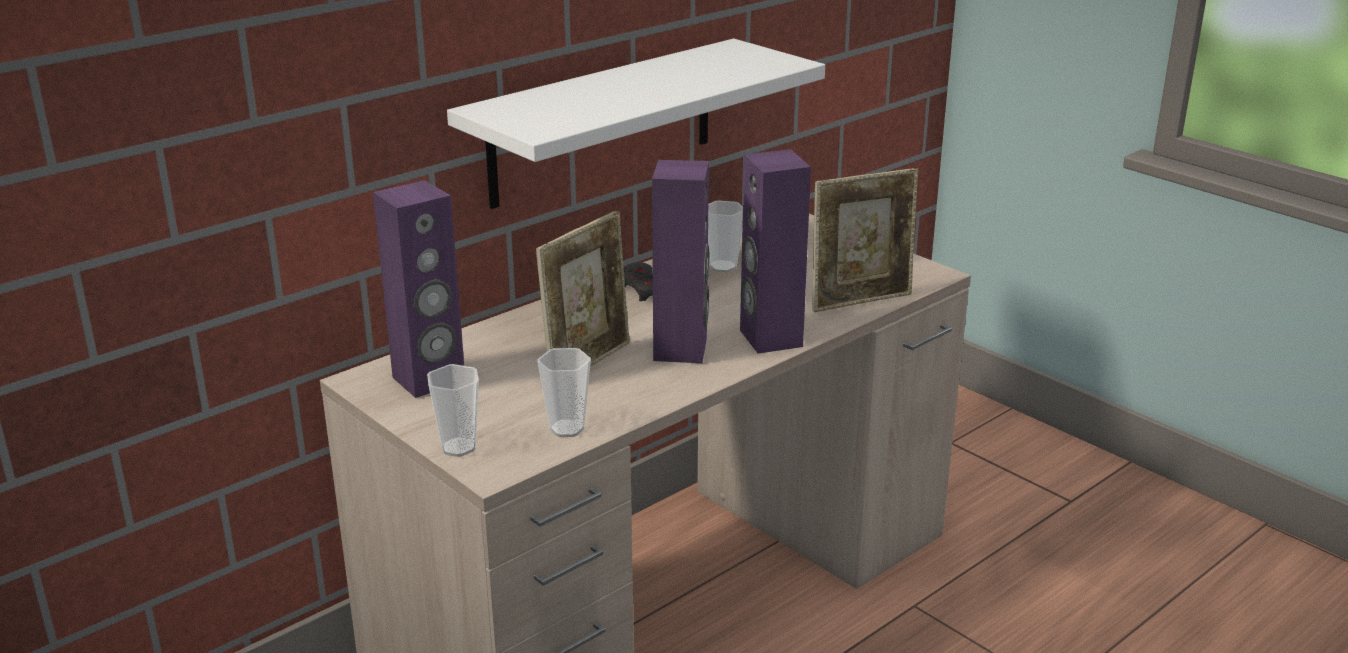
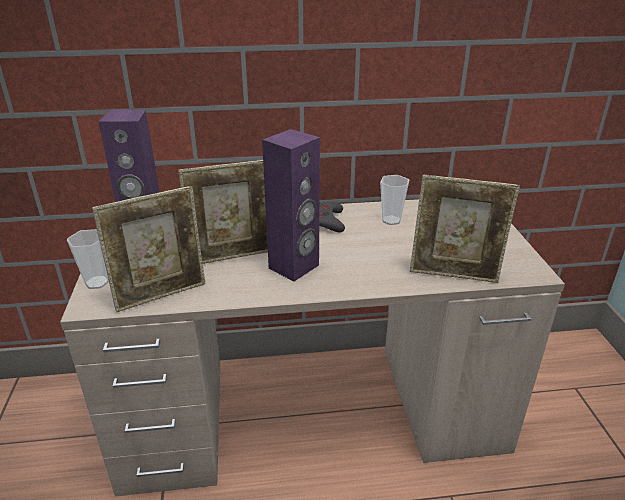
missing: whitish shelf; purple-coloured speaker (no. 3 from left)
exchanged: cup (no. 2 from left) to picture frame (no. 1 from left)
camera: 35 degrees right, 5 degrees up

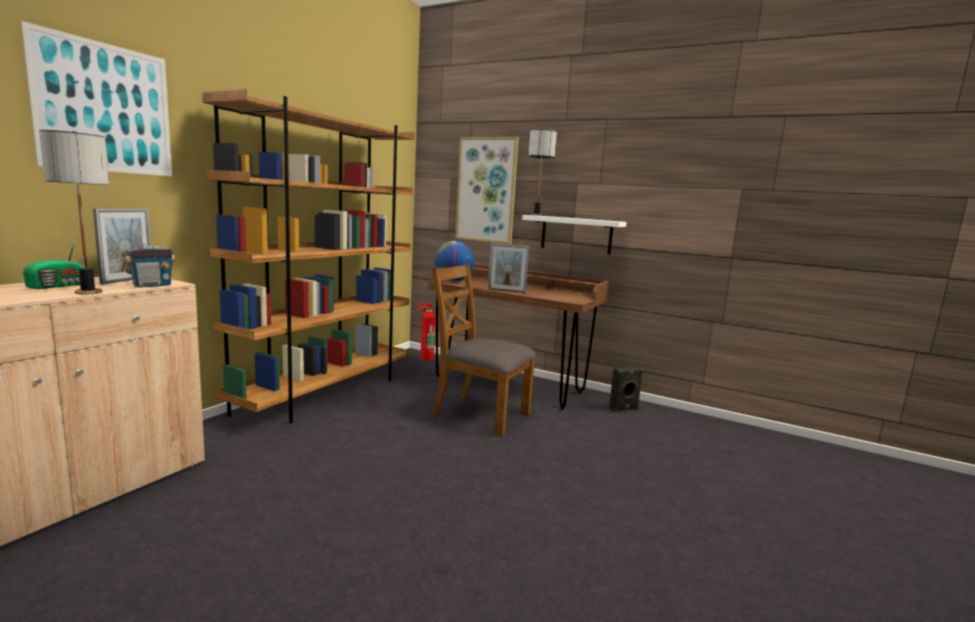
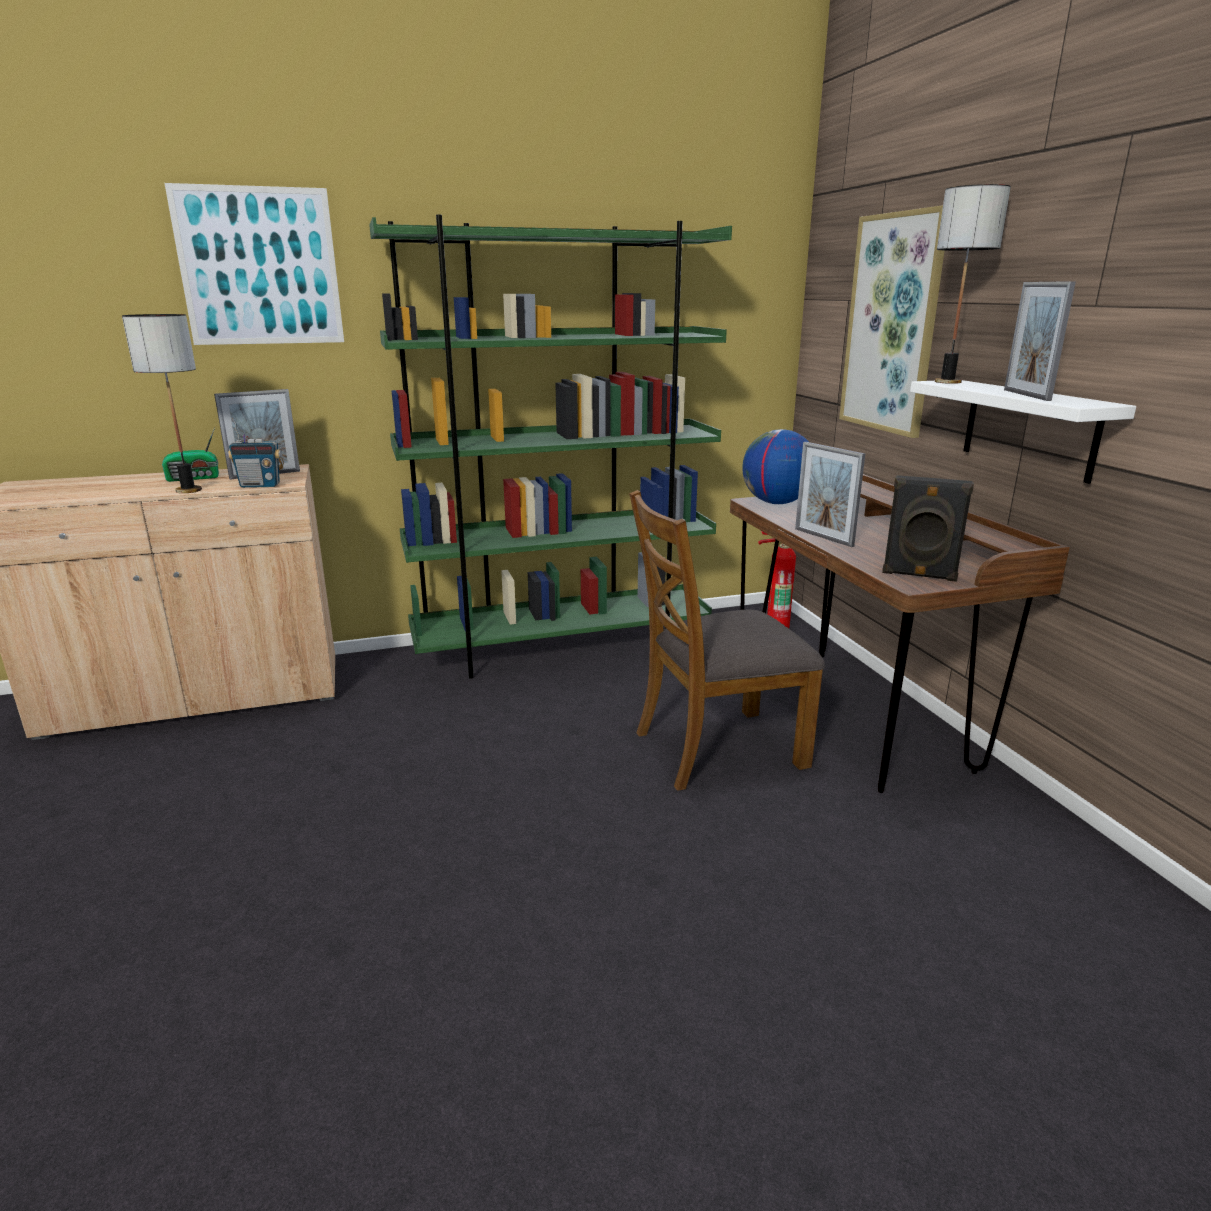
appeared: picture frame (no. 3 from left)
relocated: black speaker
colour: brown-coloured bookcase to green bookcase
spun: brown-coloured upright chair 90 degrees counterclockwise
camera: 45 degrees right, 10 degrees up

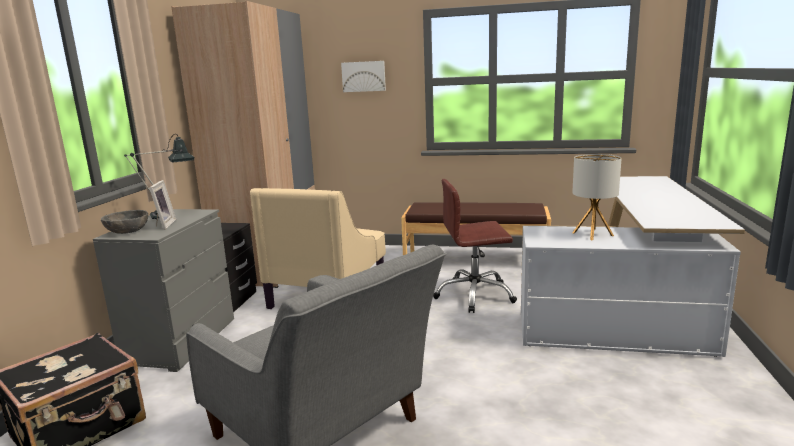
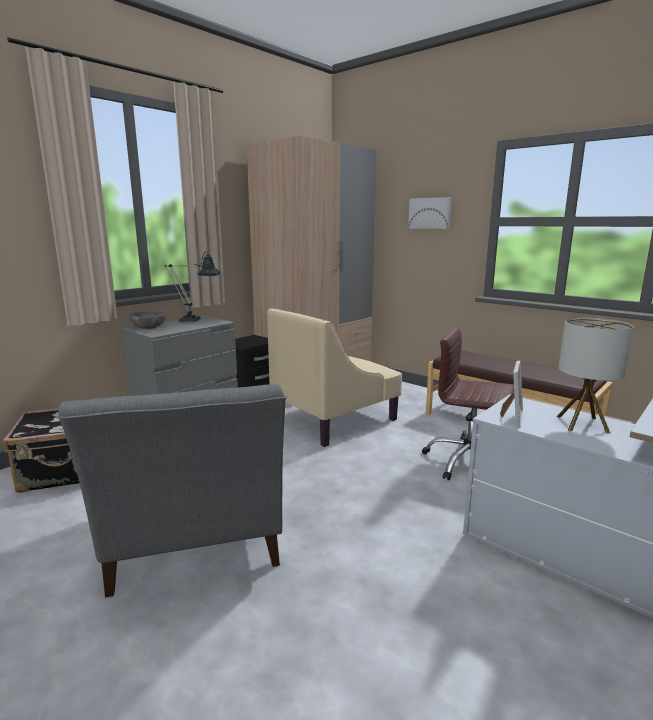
relocated: picture frame
camera: 30 degrees right, 0 degrees up

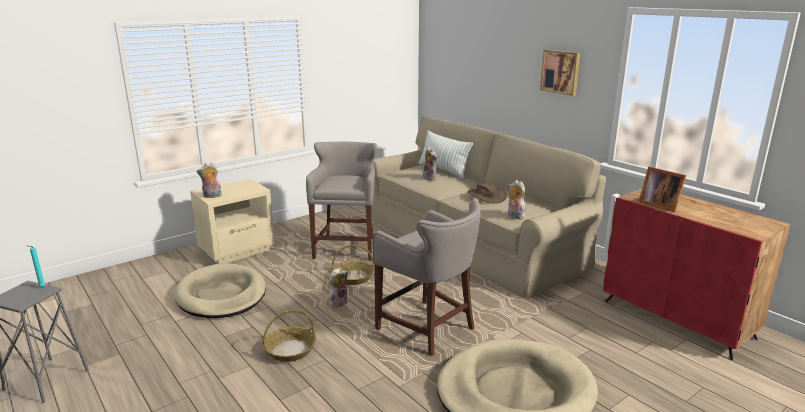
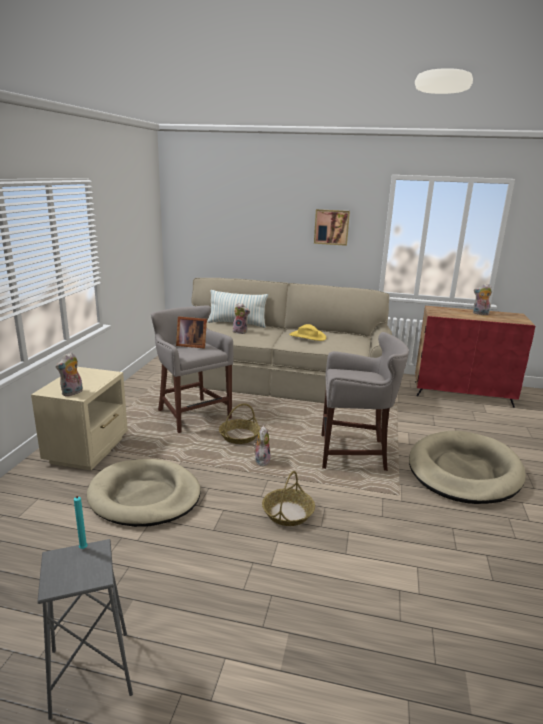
relocated: picture frame; soft toy (no. 4 from left)
colour: brown-coloured wearable hat to yellowish wearable hat
camera: 40 degrees left, 0 degrees up

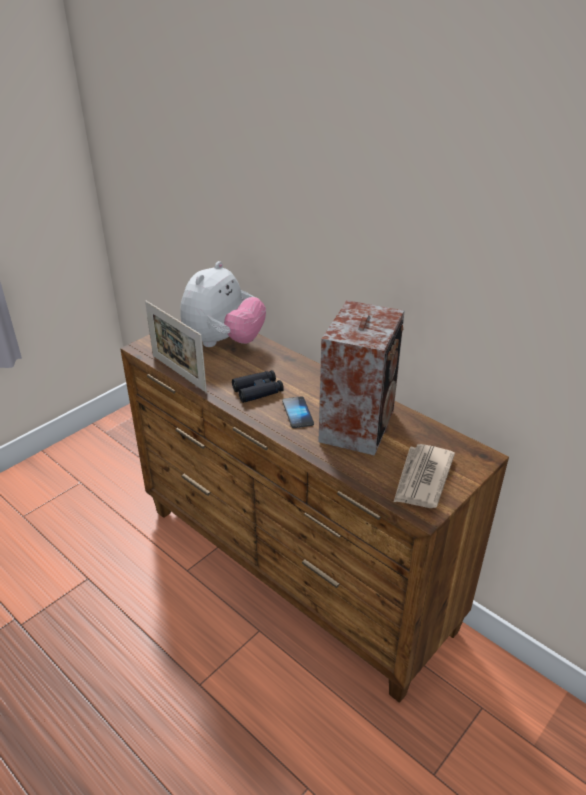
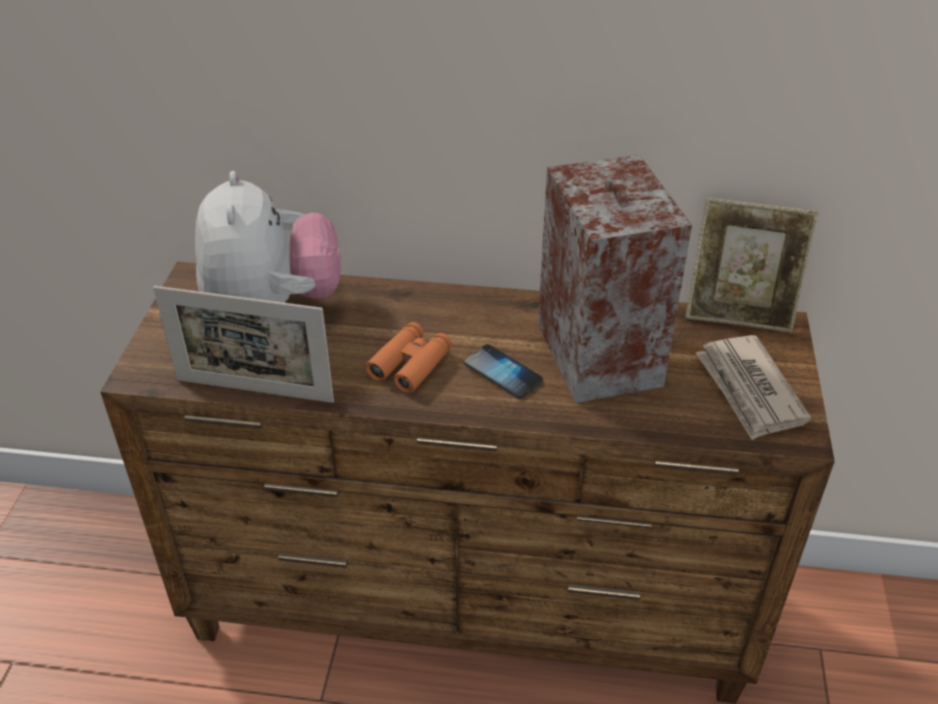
appeared: picture frame (no. 2 from left)
colour: black binoculars to orange binoculars
camera: 35 degrees left, 5 degrees up

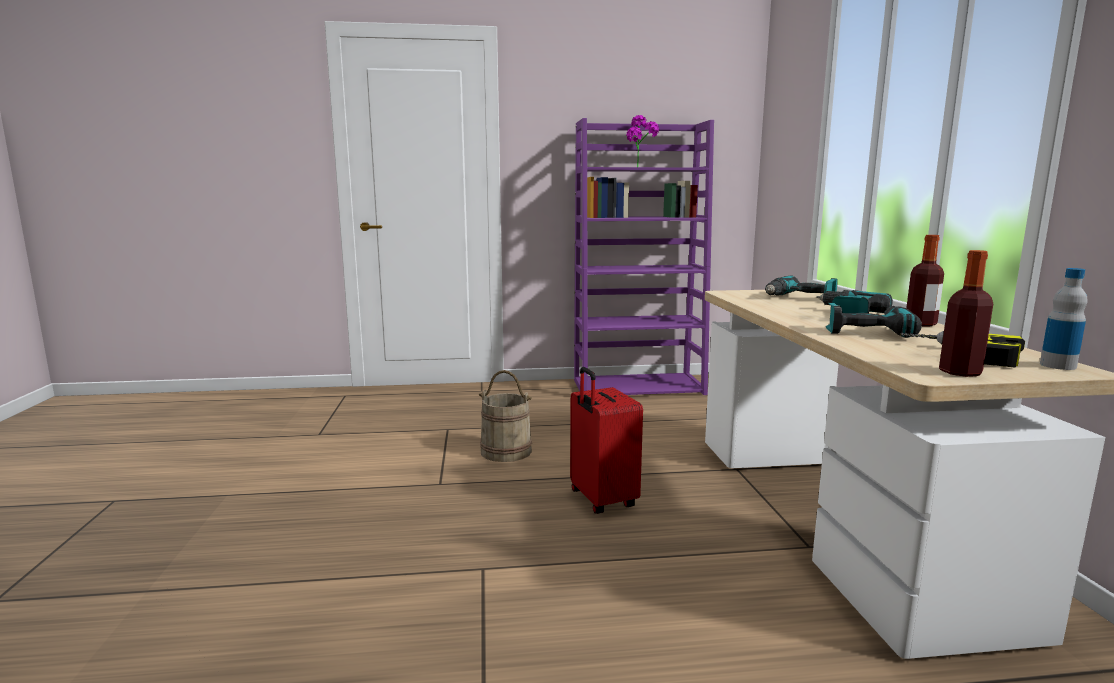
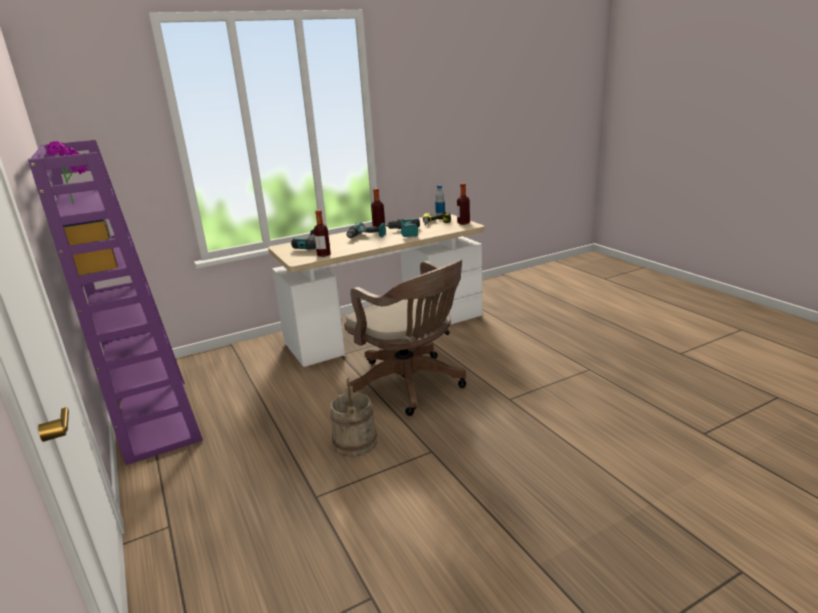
appeared: drink bottle (no. 1 from left)
exchanged: red piece of luggage to brown-coloured office chair
camera: 110 degrees left, 10 degrees up

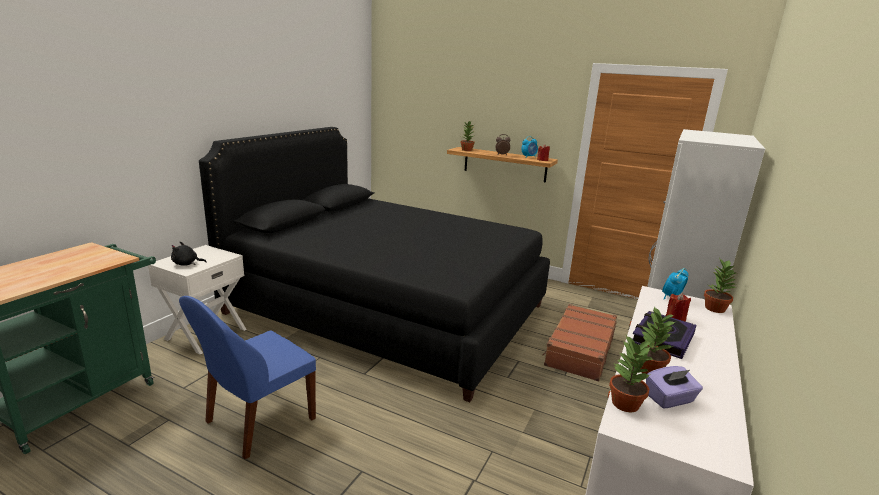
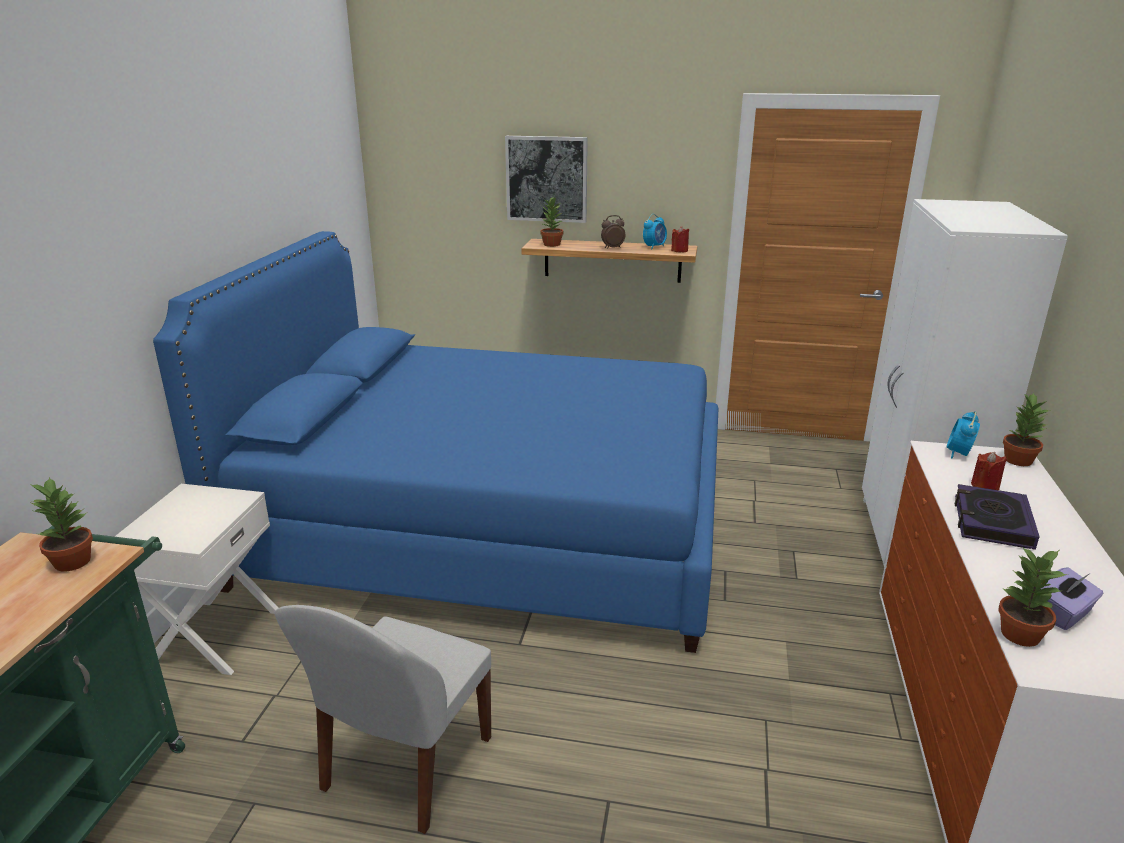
missing: black soft toy; brown-coloured piece of luggage
appeared: wall picture
relocated: plant in a pot (no. 3 from left in the first image) to plant in a pot (no. 1 from left)
colour: black sleeping bed to bluish sleeping bed; bluish upright chair to whitish upright chair
camera: 15 degrees left, 5 degrees up

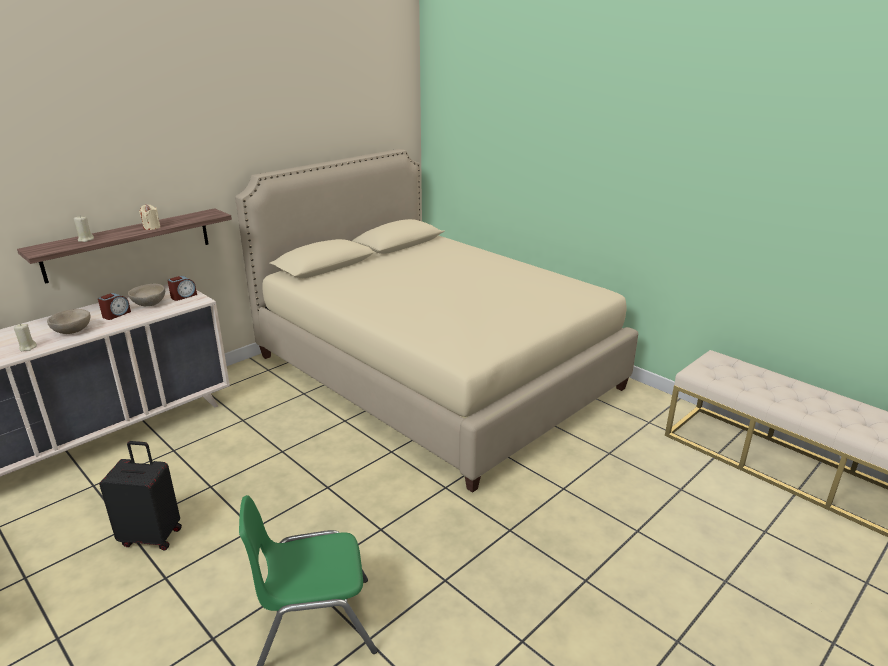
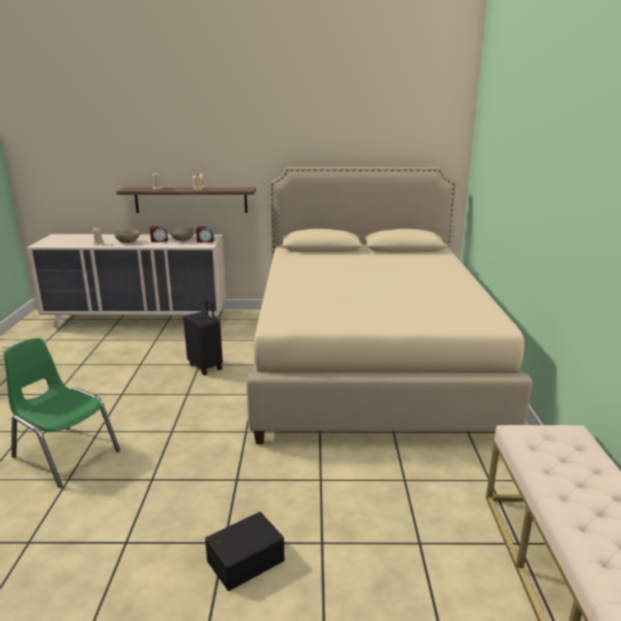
appeared: black storage bin
relocated: black piece of luggage
camera: 45 degrees right, 5 degrees down

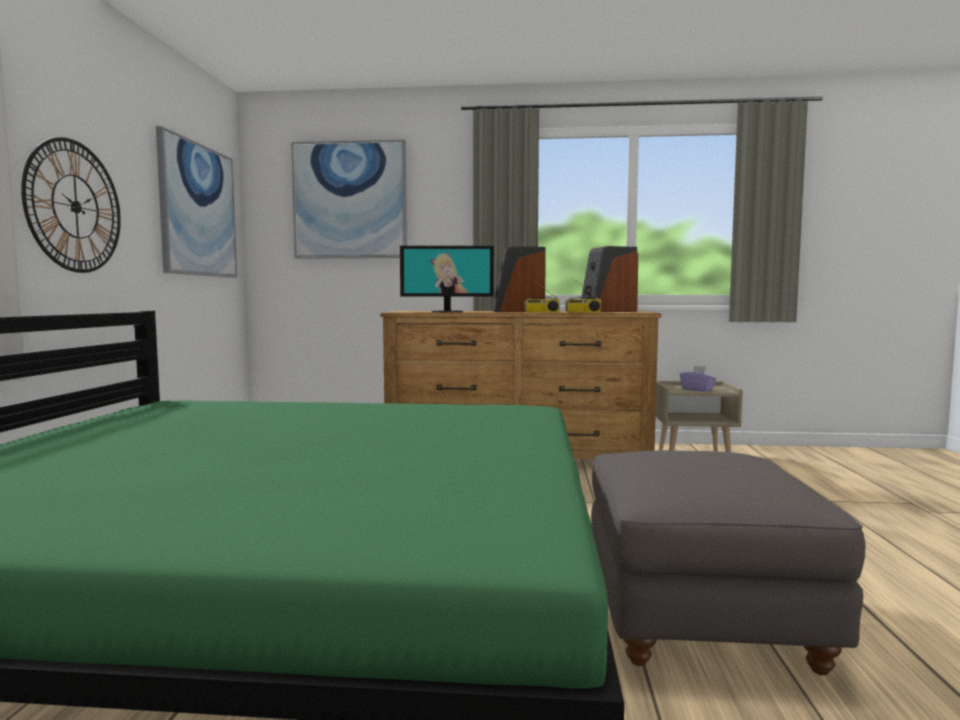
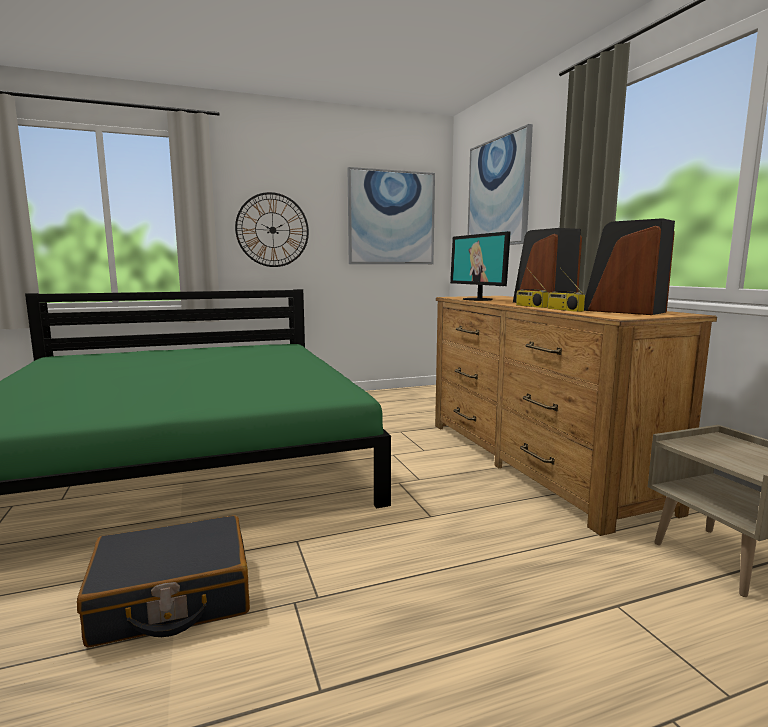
missing: purple-coloured tissue box
exchanged: grey footrest to black piece of luggage
camera: 65 degrees right, 5 degrees up

